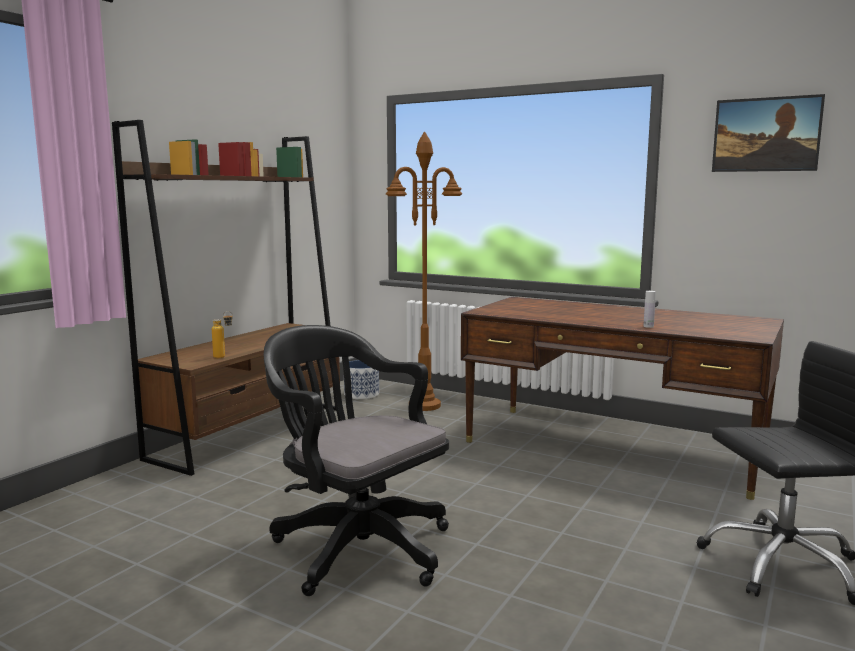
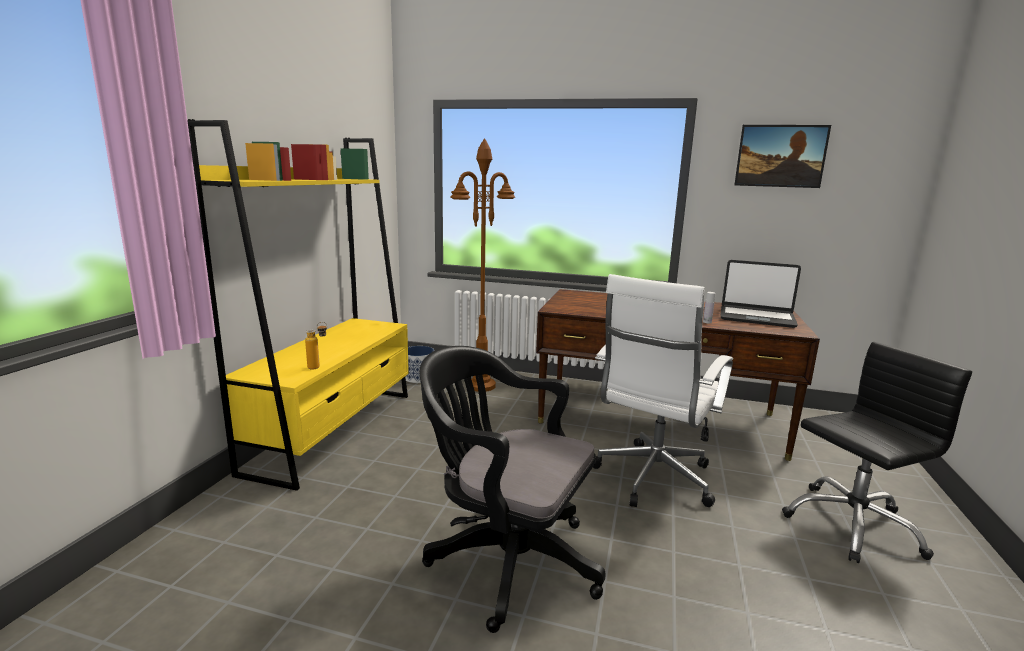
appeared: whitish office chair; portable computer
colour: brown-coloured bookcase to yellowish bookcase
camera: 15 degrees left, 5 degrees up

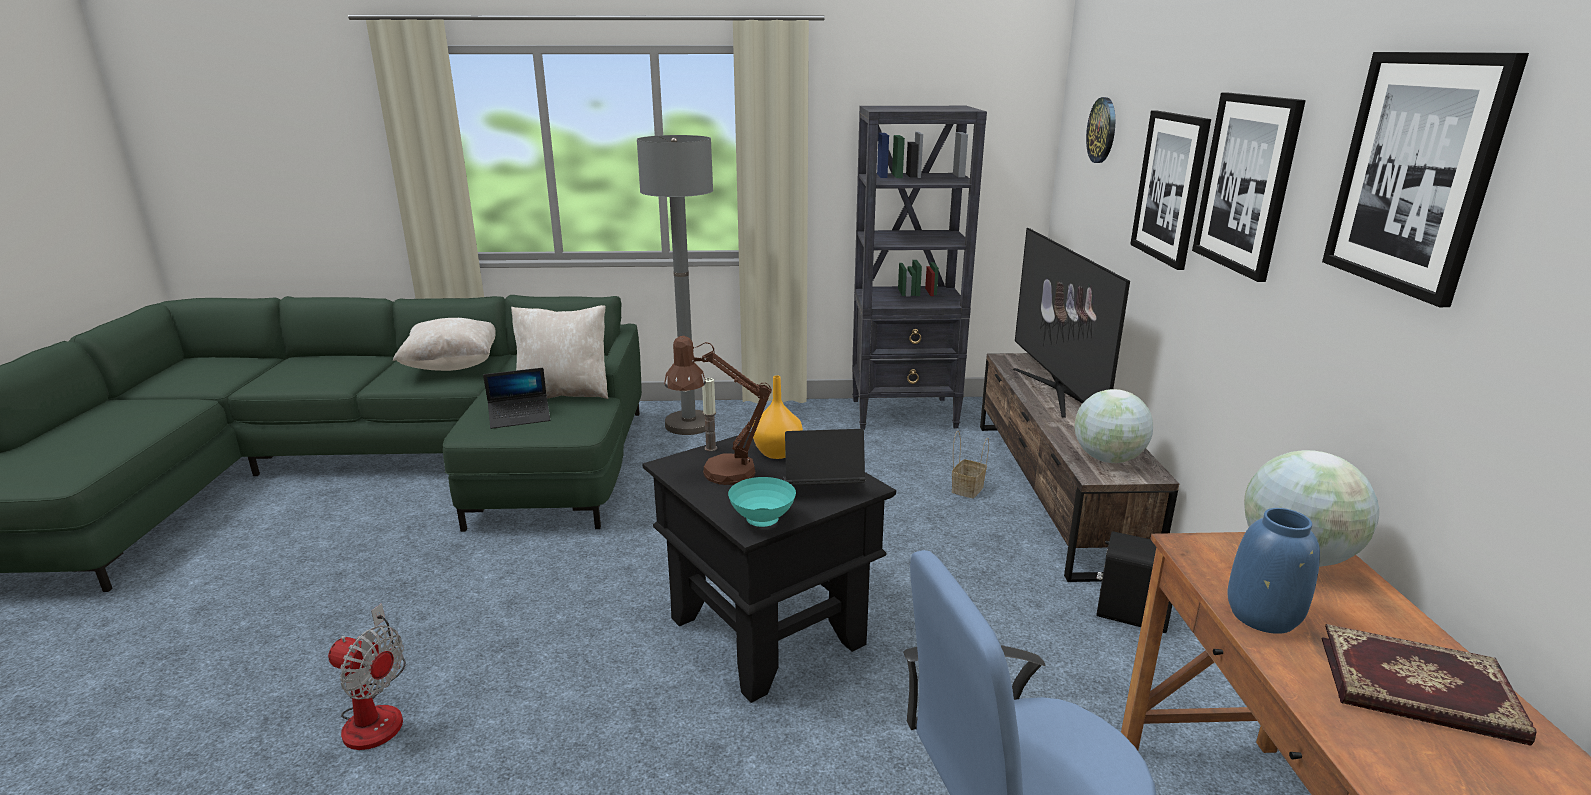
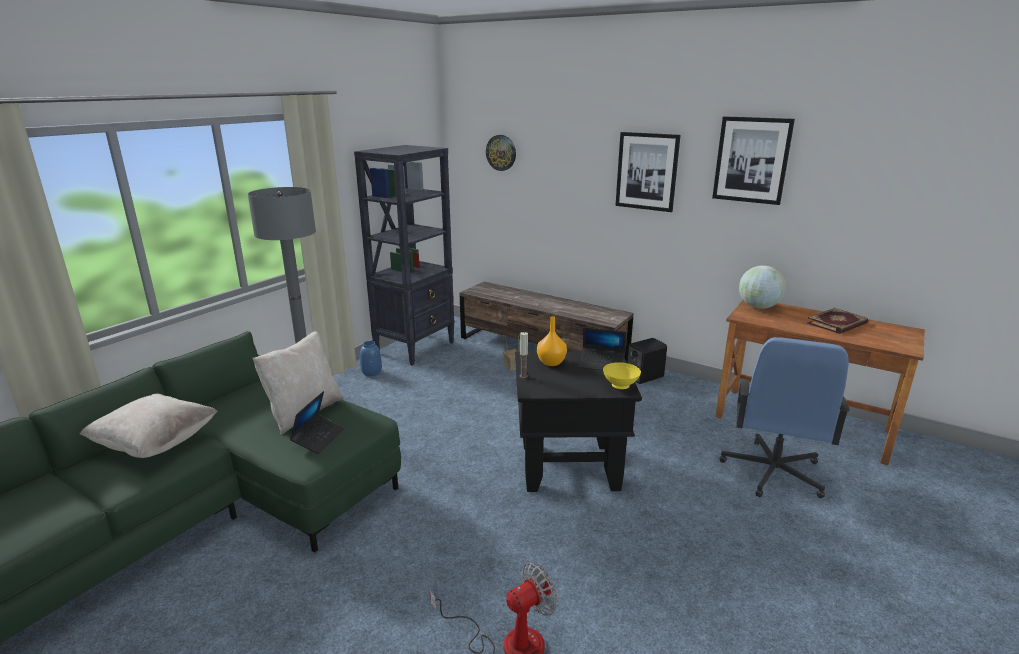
missing: brown-coloured tabletop lamp; TV; globe (no. 1 from left); wall picture (no. 1 from left)
relocated: bluish decorative vase
colour: turquoise serving bowl to yellowish serving bowl
spun: portable computer (no. 2 from left) 105 degrees counterclockwise
camera: 55 degrees left, 0 degrees up

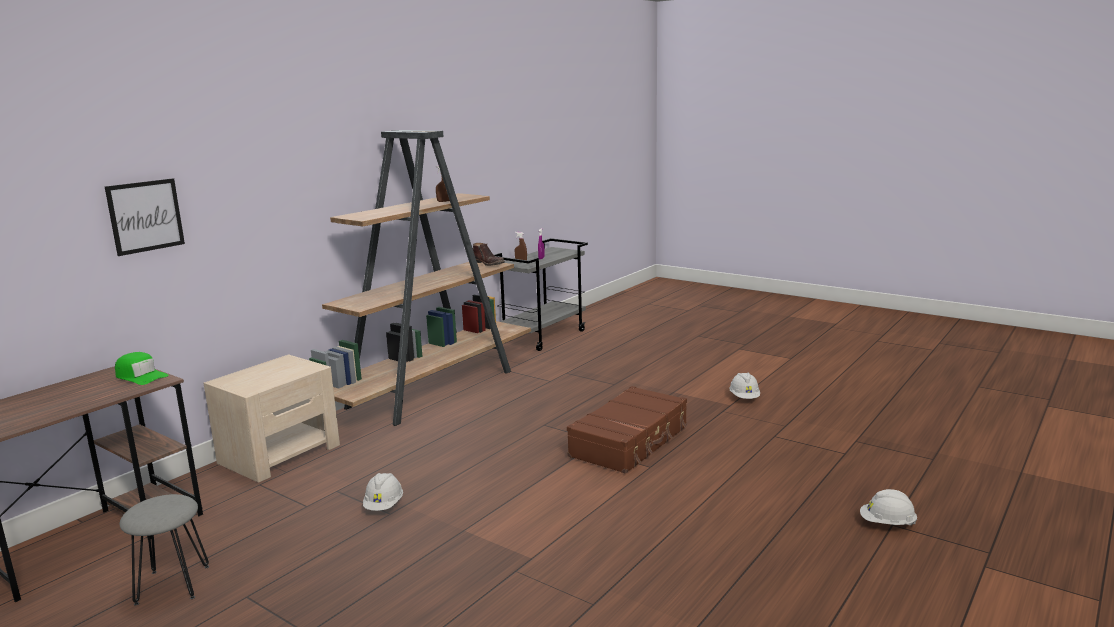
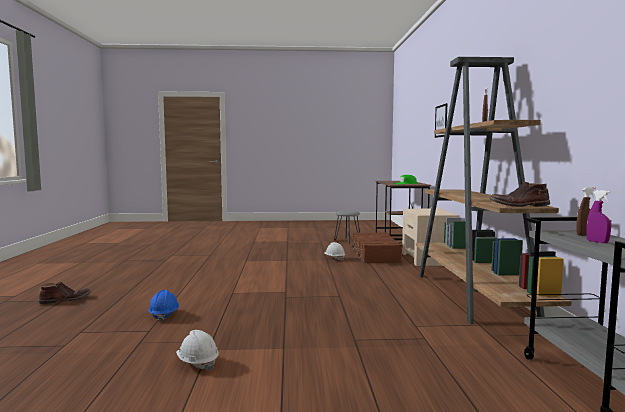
appeared: bluish hard hat
relocated: brown-coloured piece of luggage
exchanged: whitish hard hat (no. 3 from left) to brown-coloured high-top boot (no. 1 from left)
camera: 140 degrees right, 10 degrees down

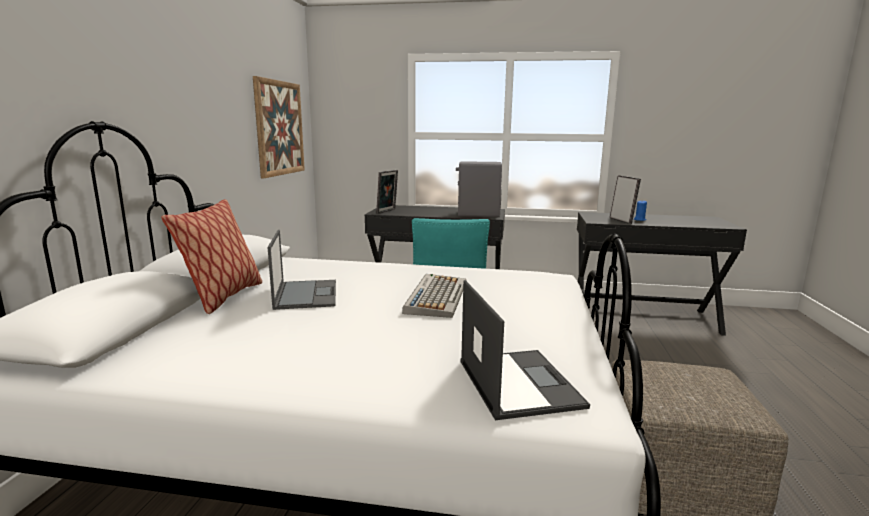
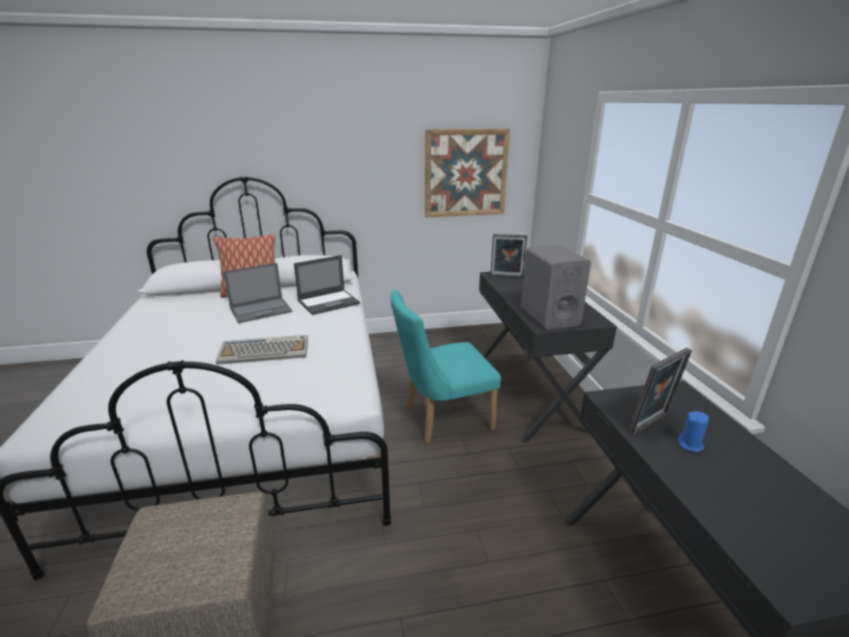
relocated: portable computer (no. 2 from left)
camera: 70 degrees right, 10 degrees up

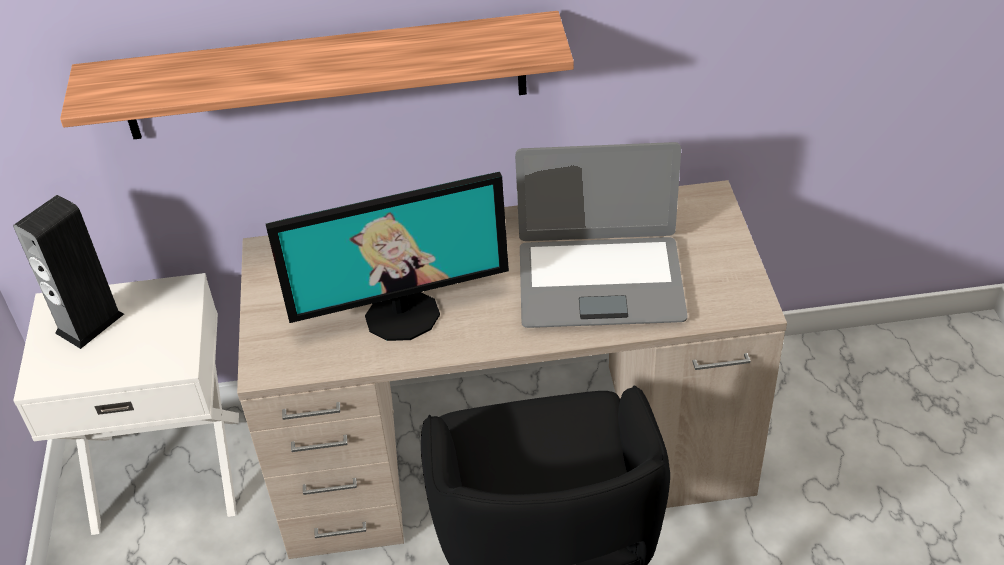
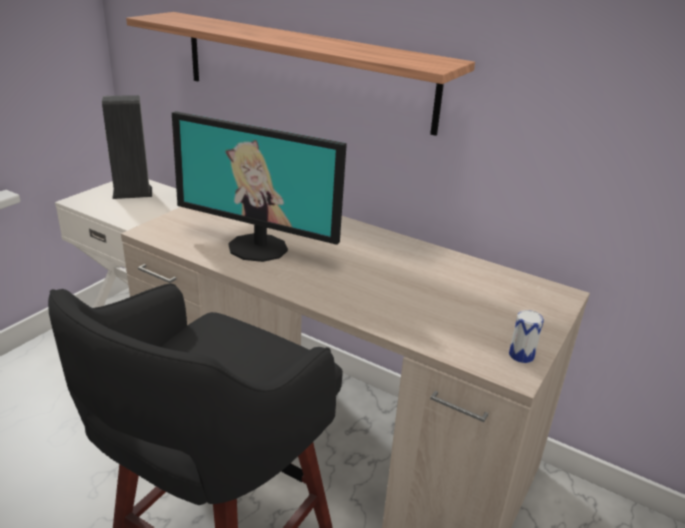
missing: portable computer
appeared: sealed can
camera: 35 degrees right, 15 degrees down

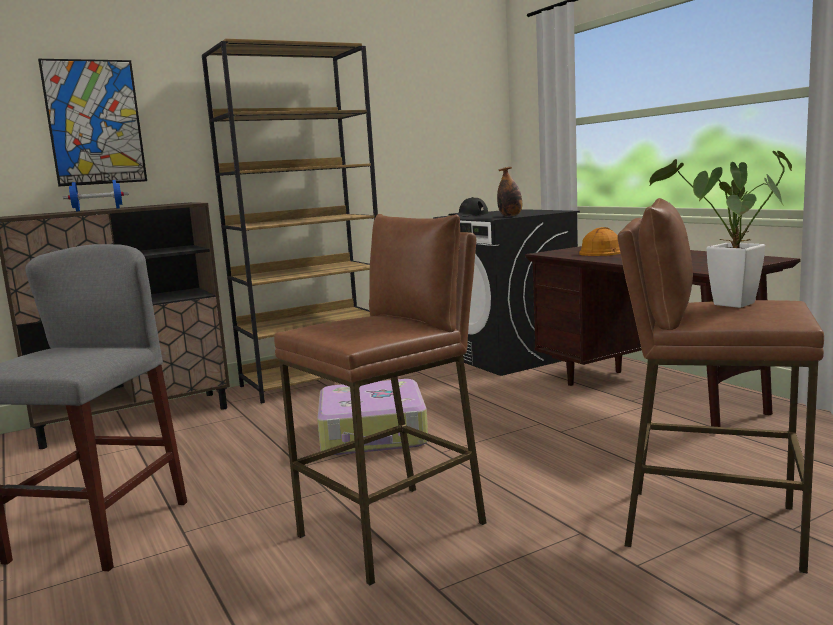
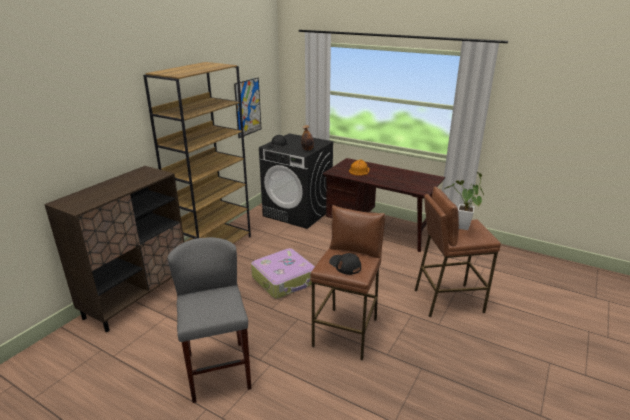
missing: bluish hand weight
appeared: black baseball cap (no. 2 from left)
relocated: wall picture
camera: 30 degrees left, 15 degrees up

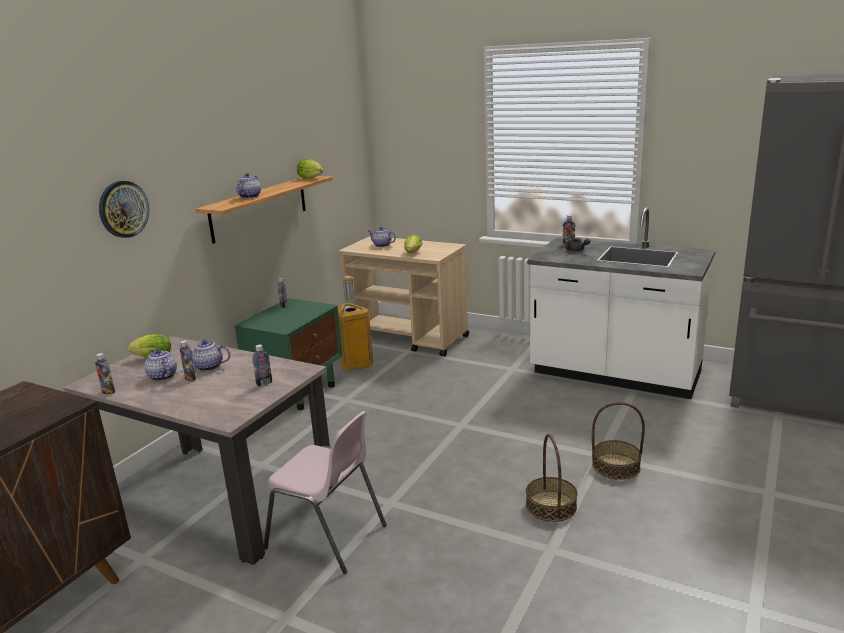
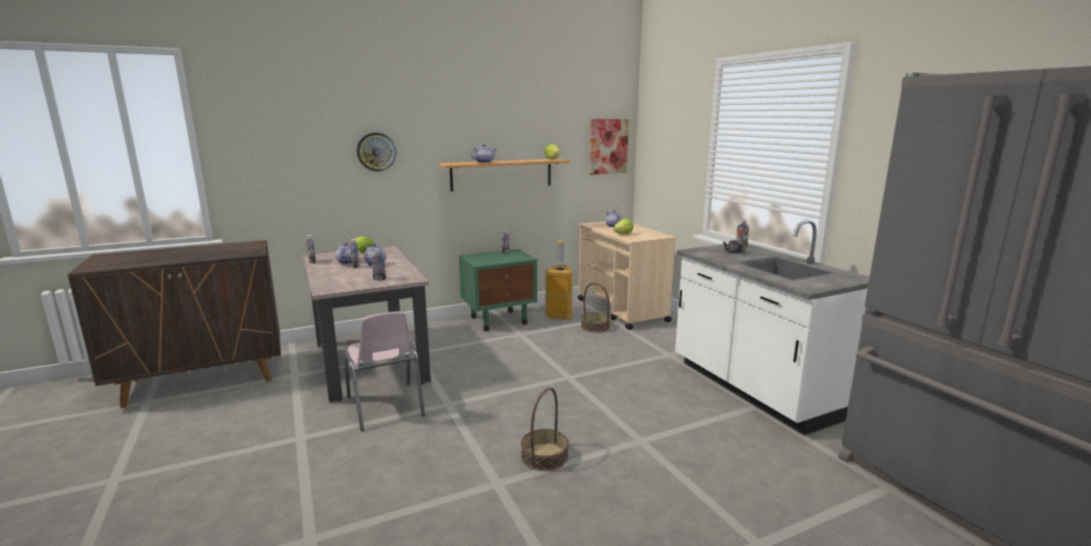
appeared: wall picture
relocated: household basket (no. 2 from left)
camera: 35 degrees right, 5 degrees down

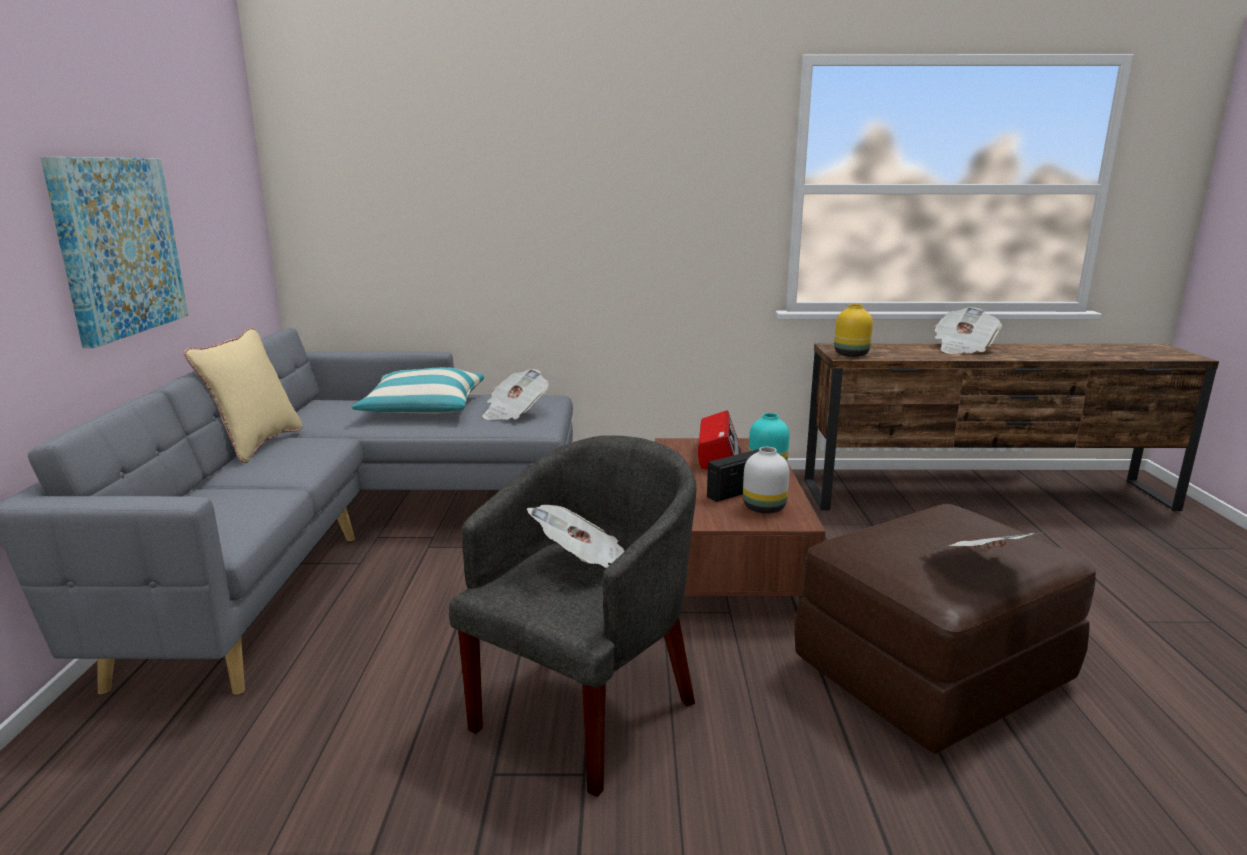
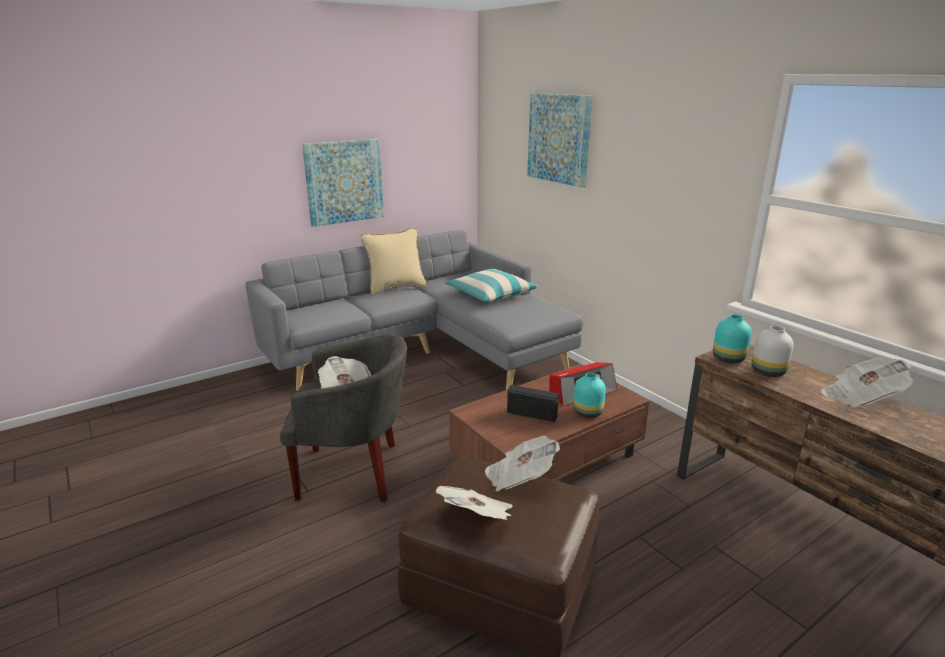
appeared: wall picture (no. 2 from left)
relocated: printed paper (no. 1 from left in the first image) to printed paper (no. 3 from left); whitish decorative vase
colour: yellowish decorative vase to turquoise decorative vase (no. 2 from left)
camera: 55 degrees right, 5 degrees up

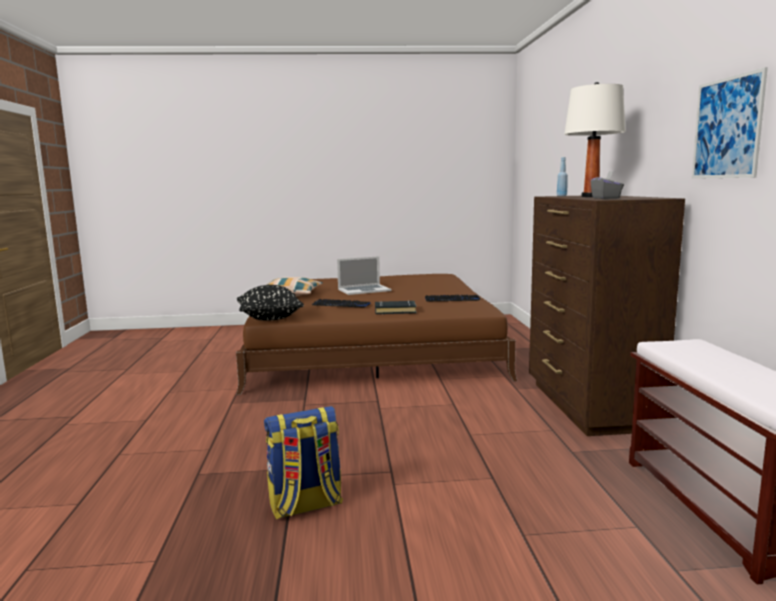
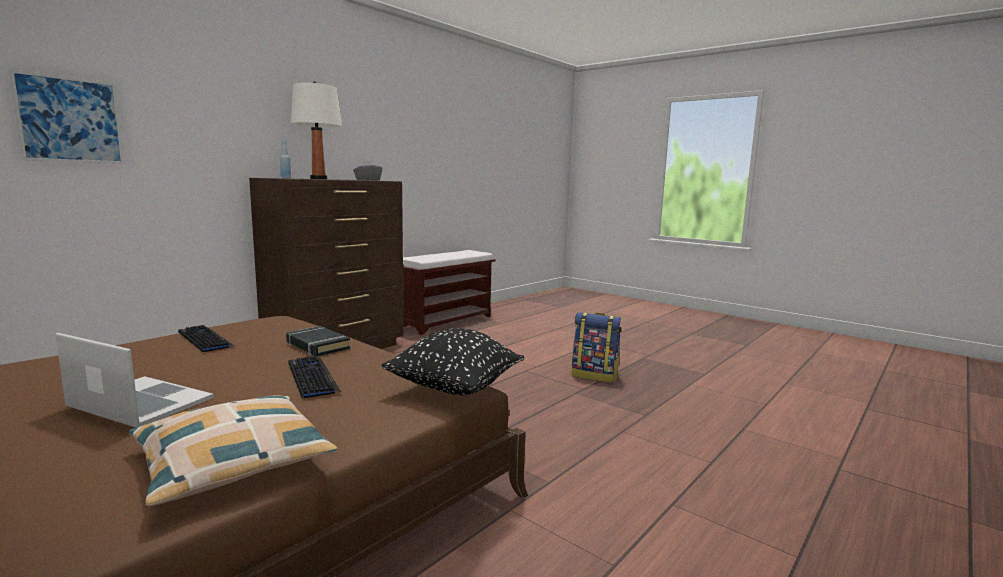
relocated: wall picture
camera: 135 degrees left, 0 degrees up

